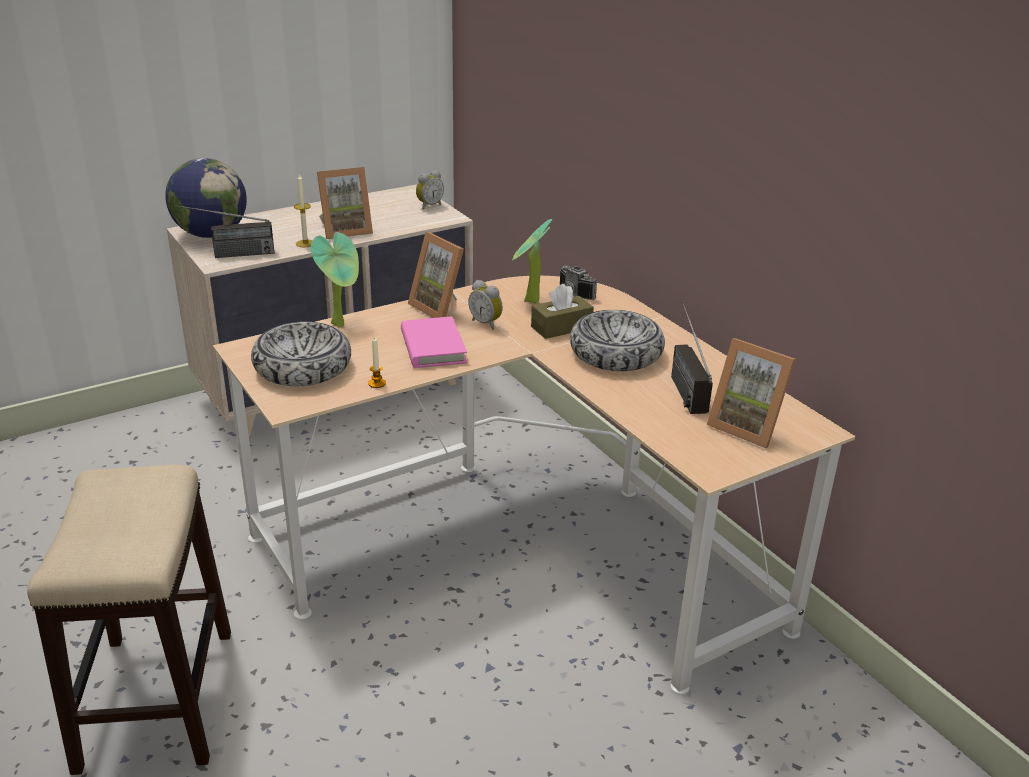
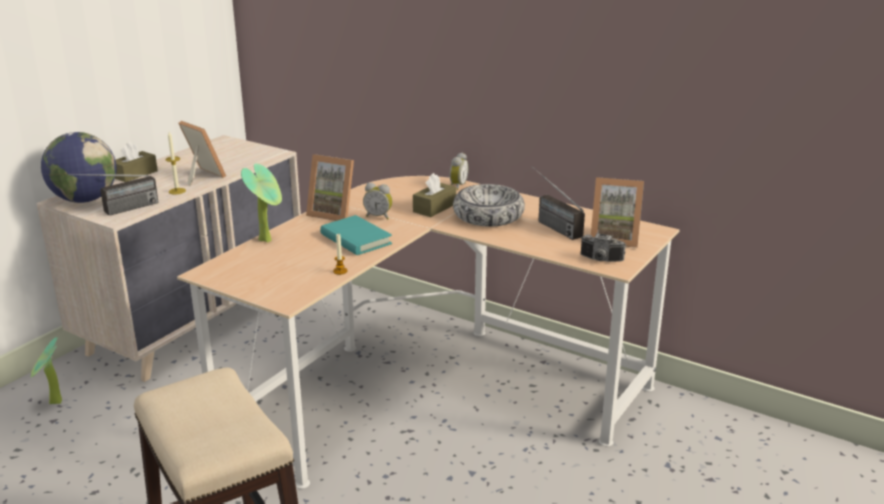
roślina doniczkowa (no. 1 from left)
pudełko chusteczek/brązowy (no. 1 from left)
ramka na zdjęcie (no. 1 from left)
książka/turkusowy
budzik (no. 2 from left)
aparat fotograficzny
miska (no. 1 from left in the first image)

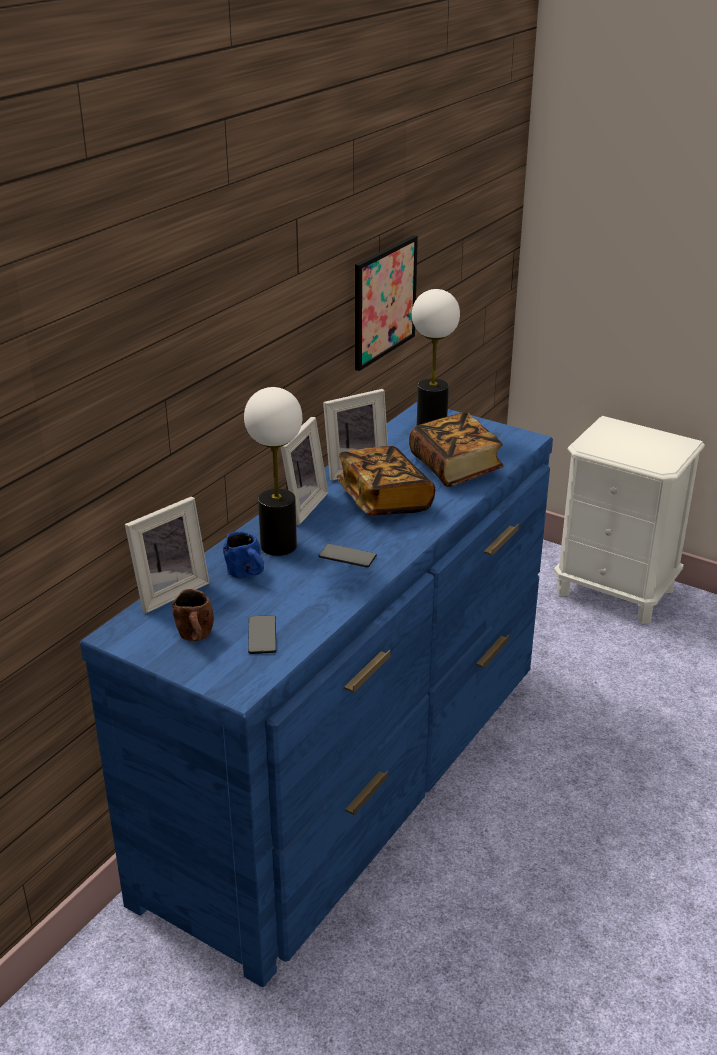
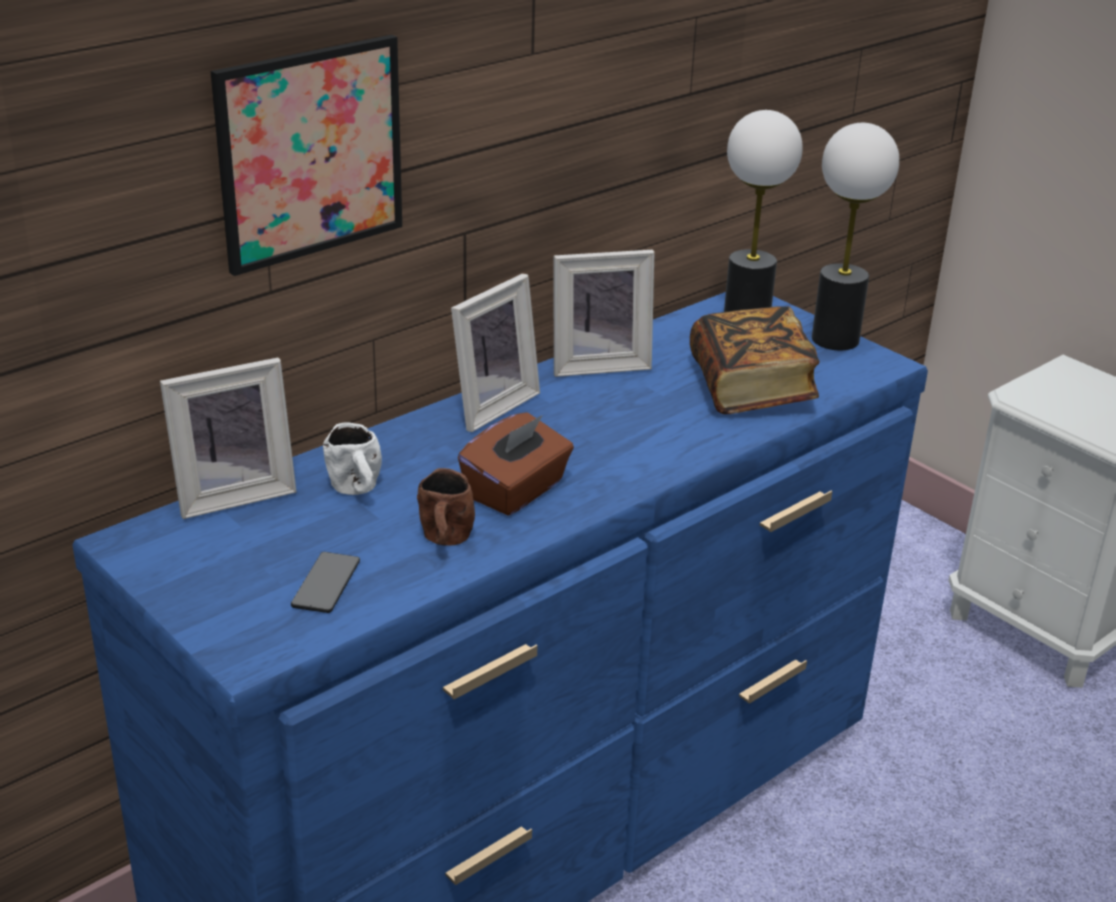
obraz
kubek/biały
kubek/brązowy
pudełko chusteczek/brązowy
lampa stołowa (no. 2 from left)
książka (no. 1 from left in the first image)

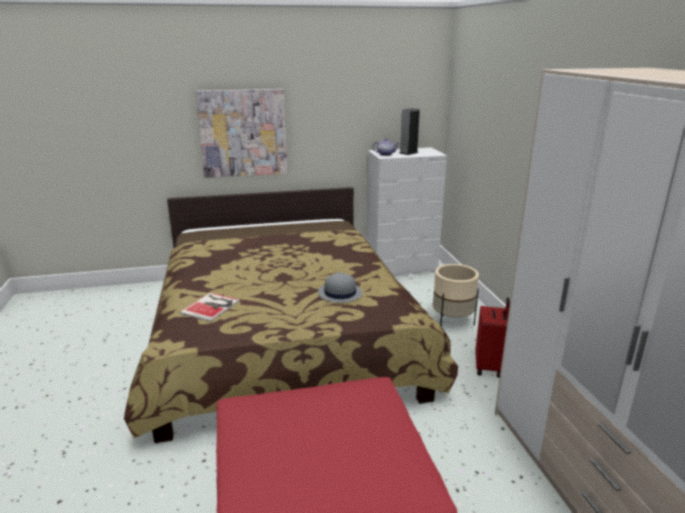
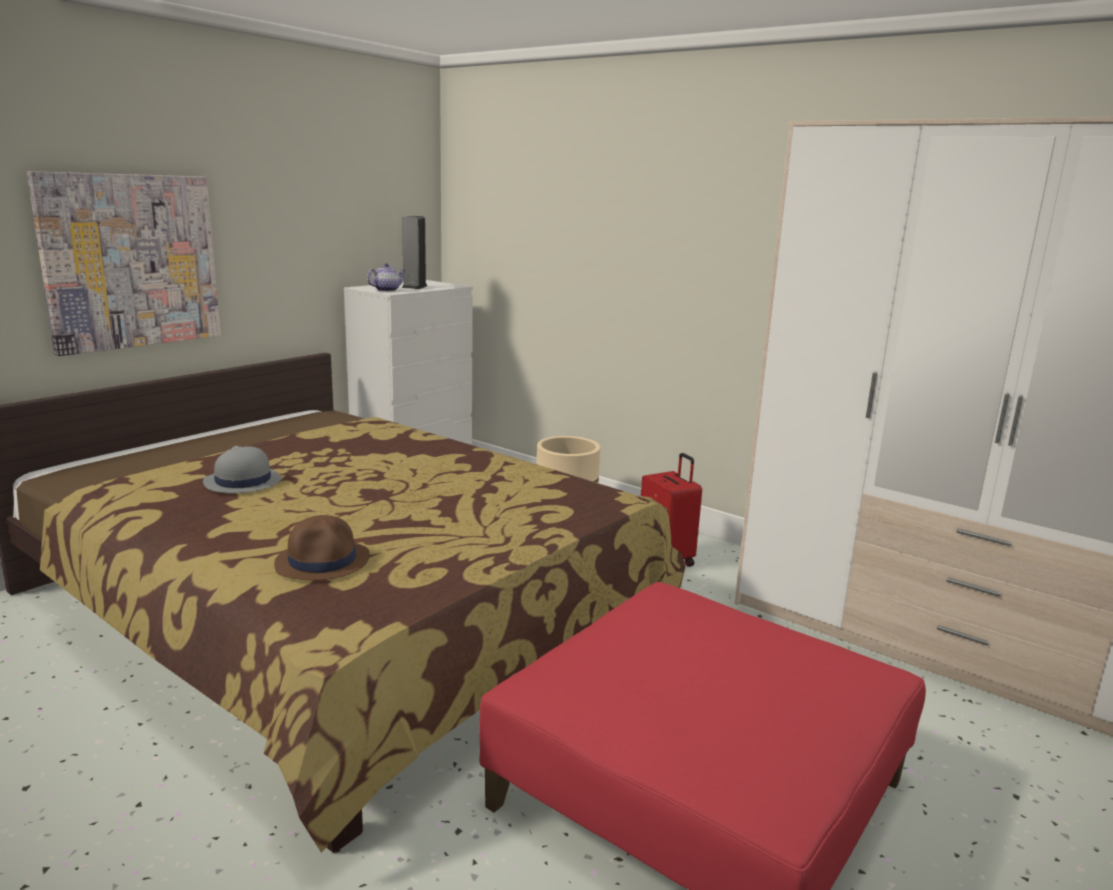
kapelusz/szary
kapelusz/brązowy

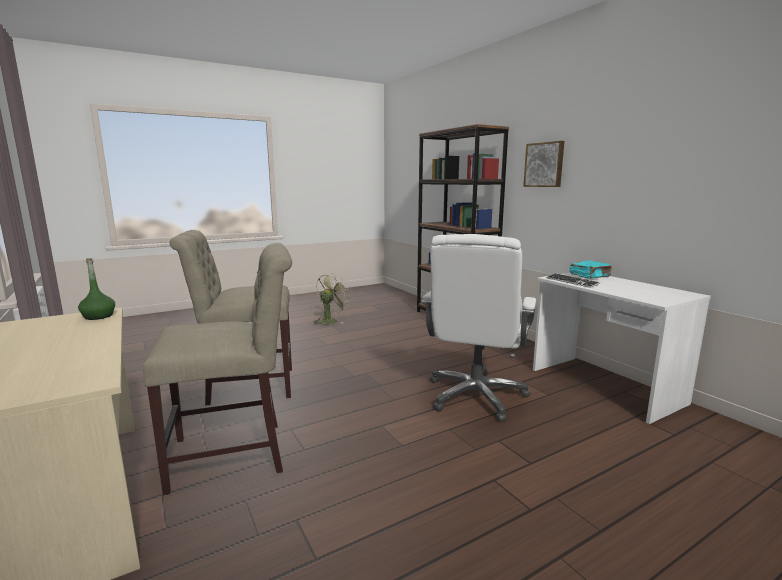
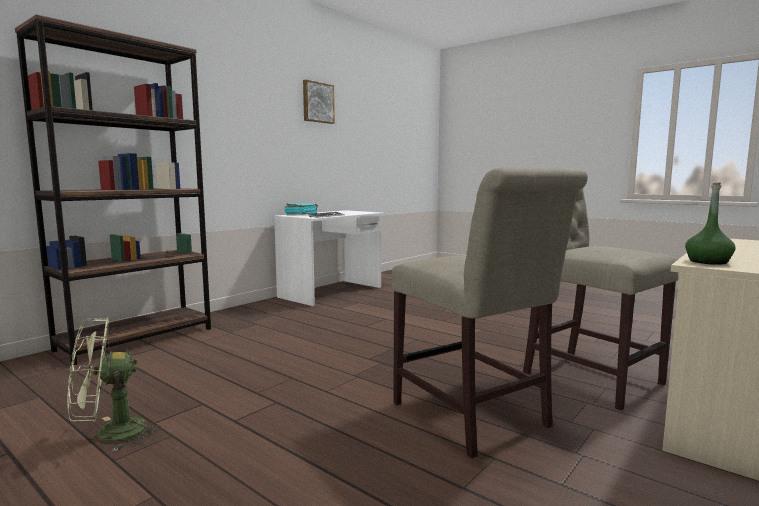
wentylator/zielony
obraz
krzesło biurowe/biały

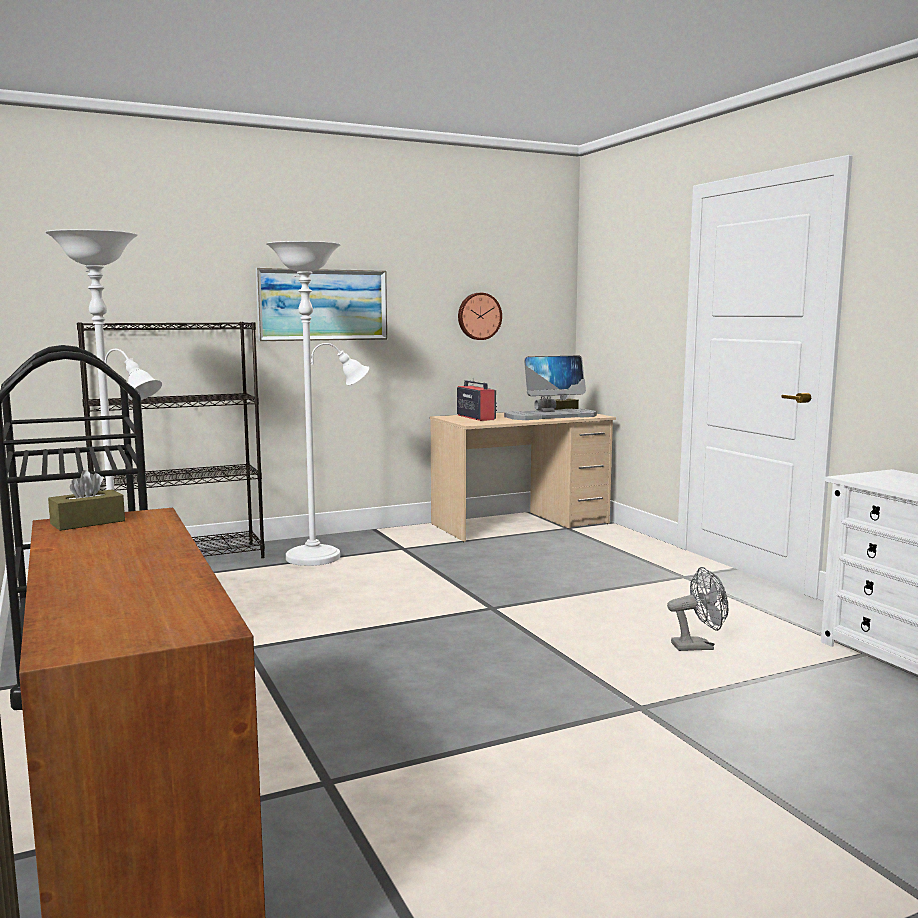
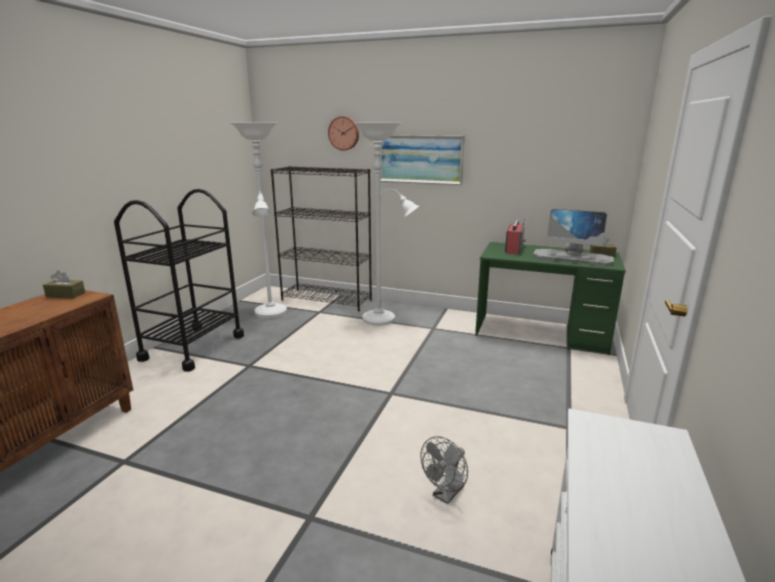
zegar ścienny
wentylator/szary
biurko/zielony

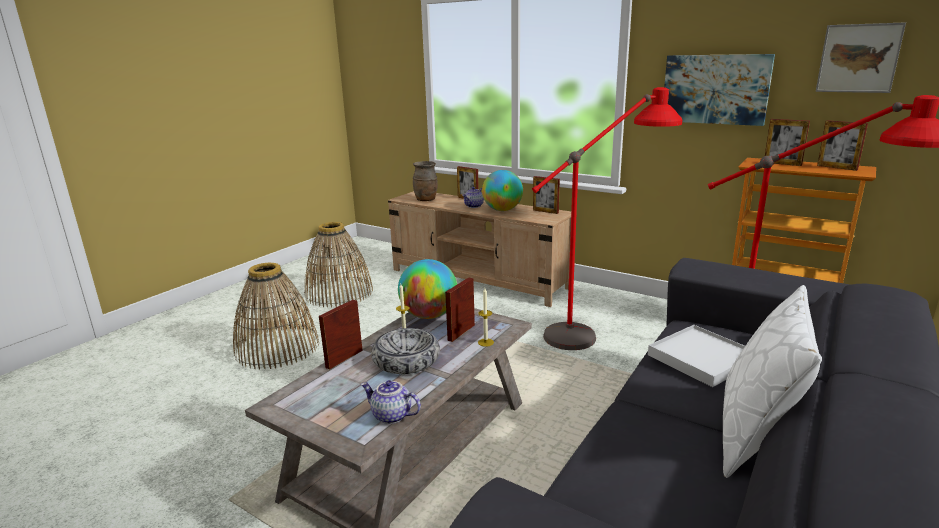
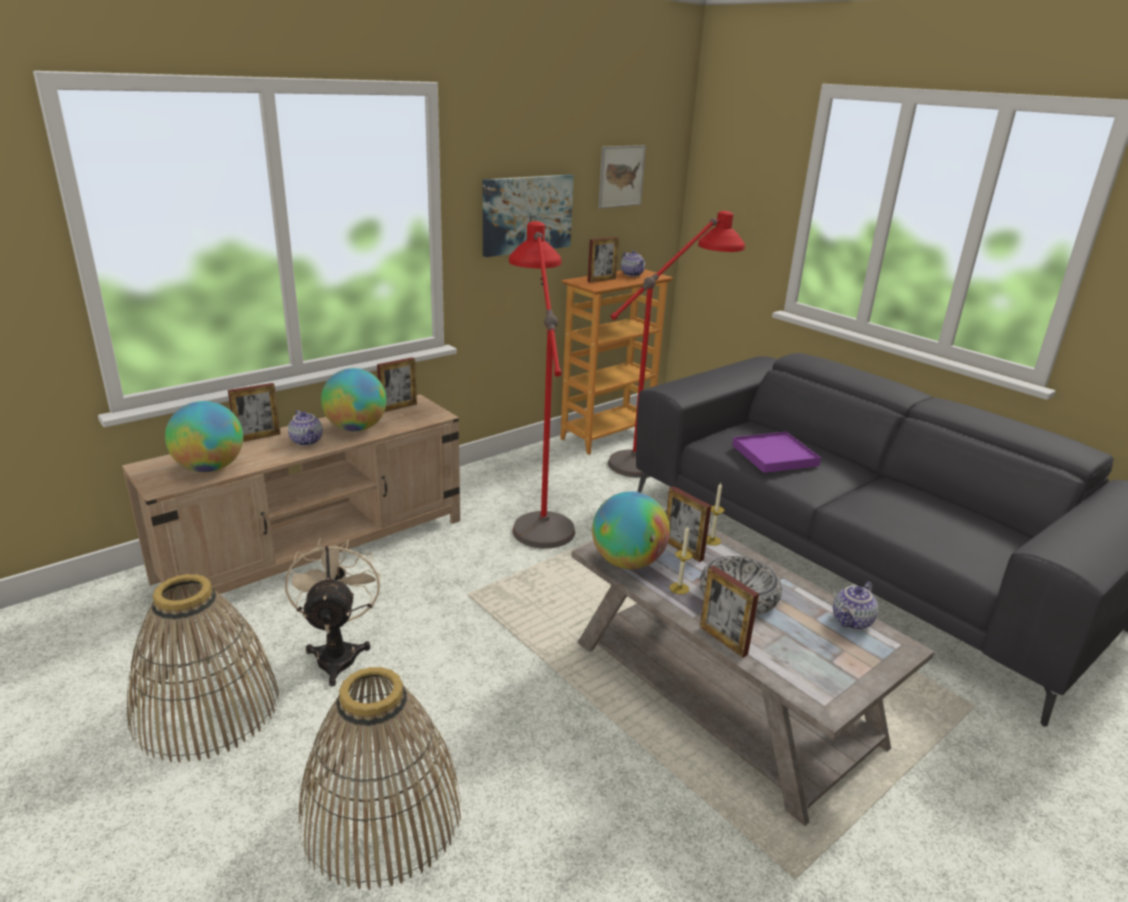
globus (no. 1 from left)
wentylator/beżowy
imbryk (no. 2 from left)
taca/fioletowy
poduszka/biały

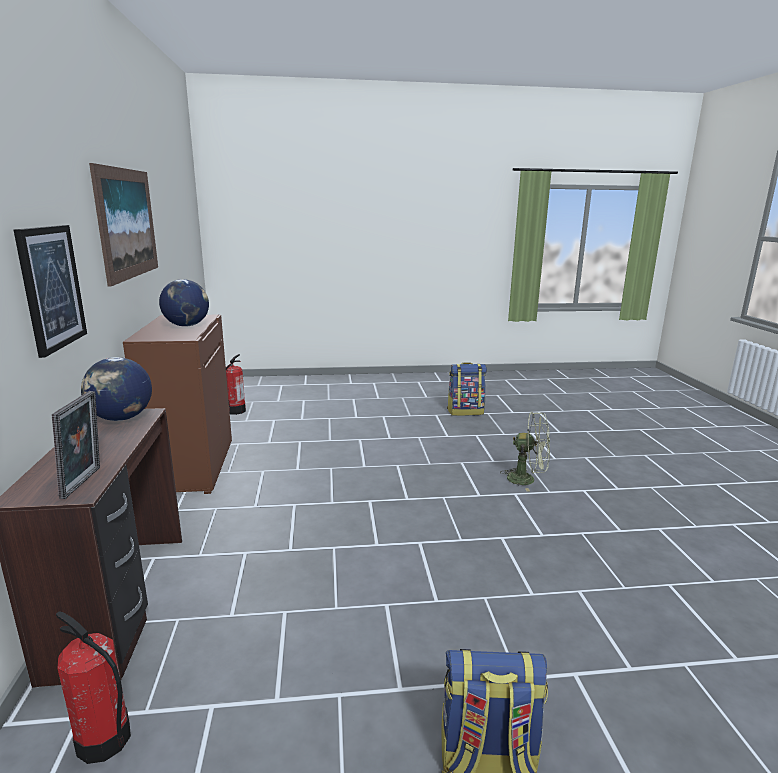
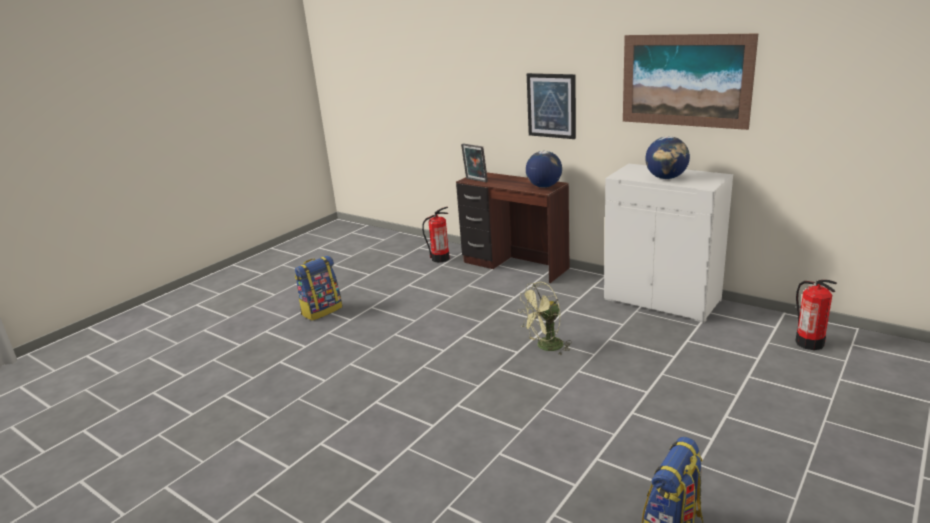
wentylator/zielony
szafka/biały

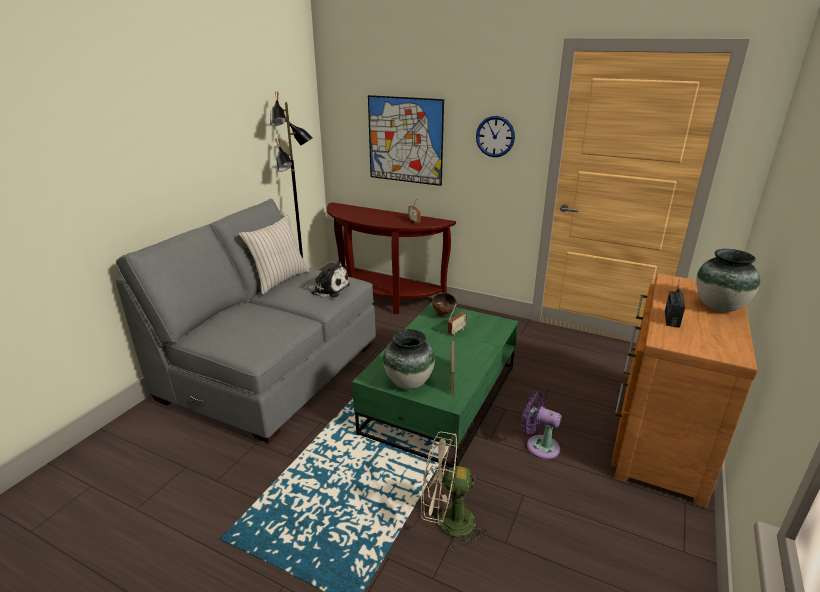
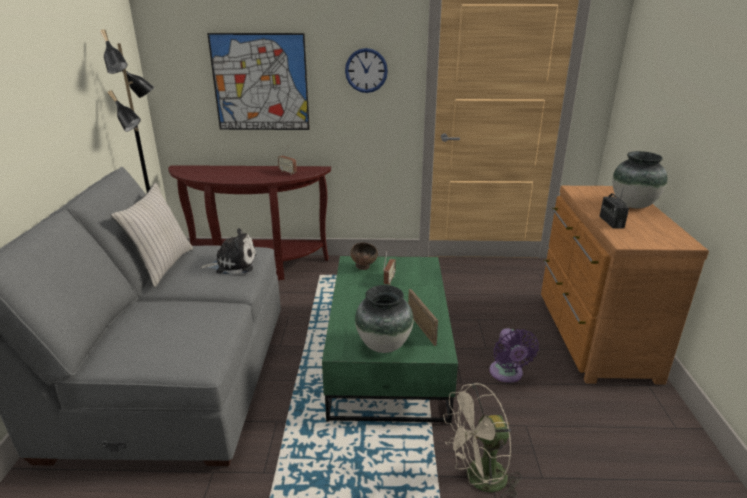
wentylator/fioletowy

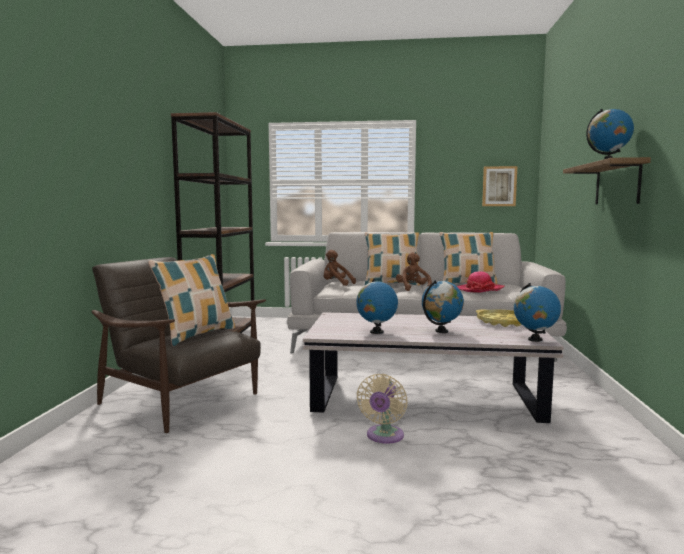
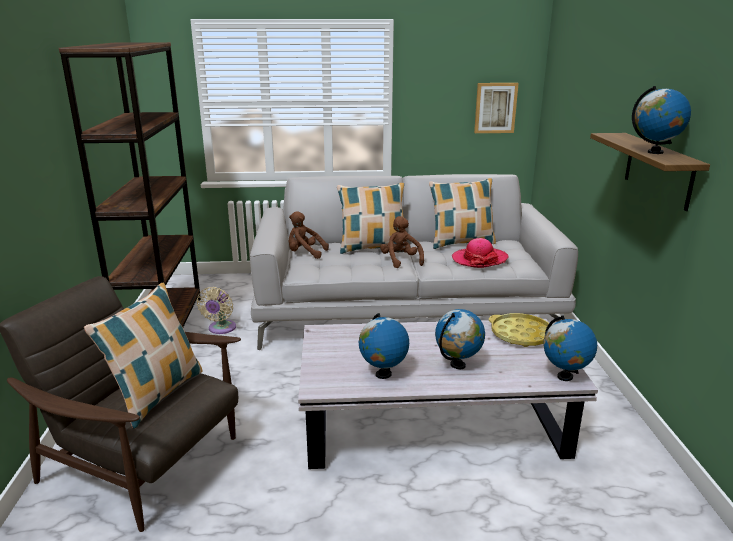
wentylator/beżowy

